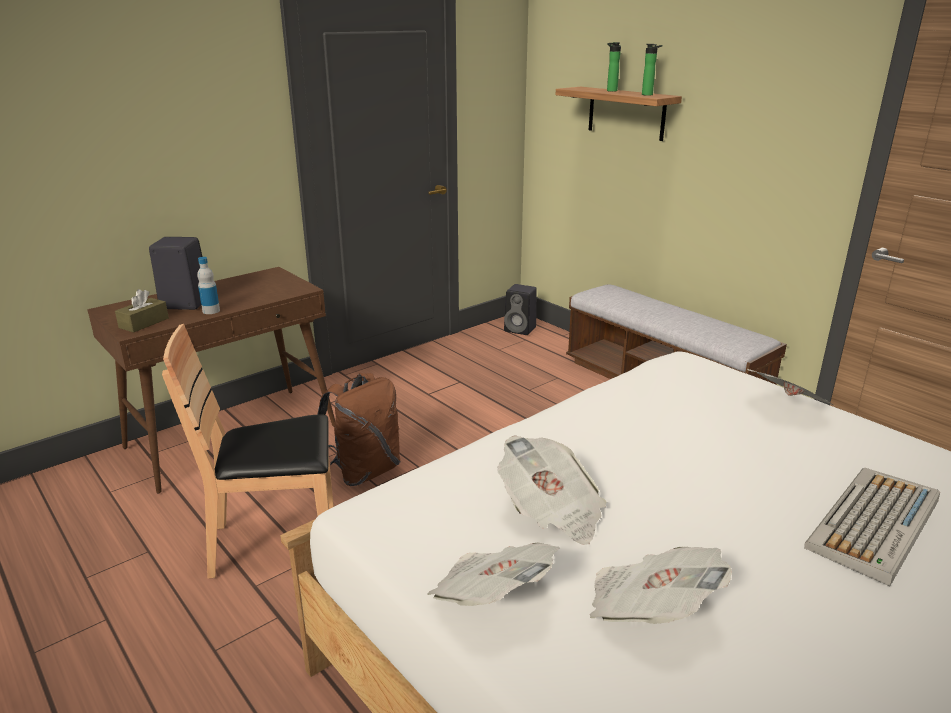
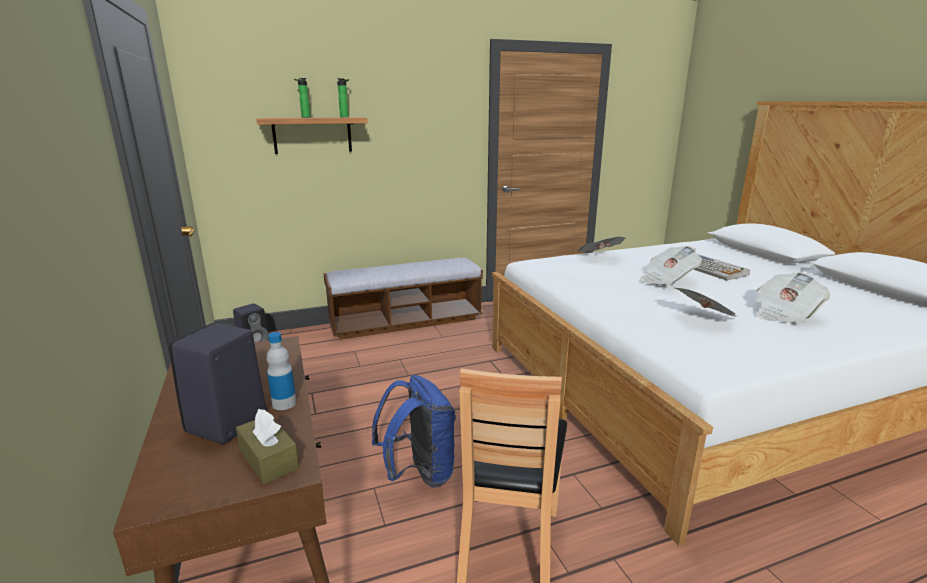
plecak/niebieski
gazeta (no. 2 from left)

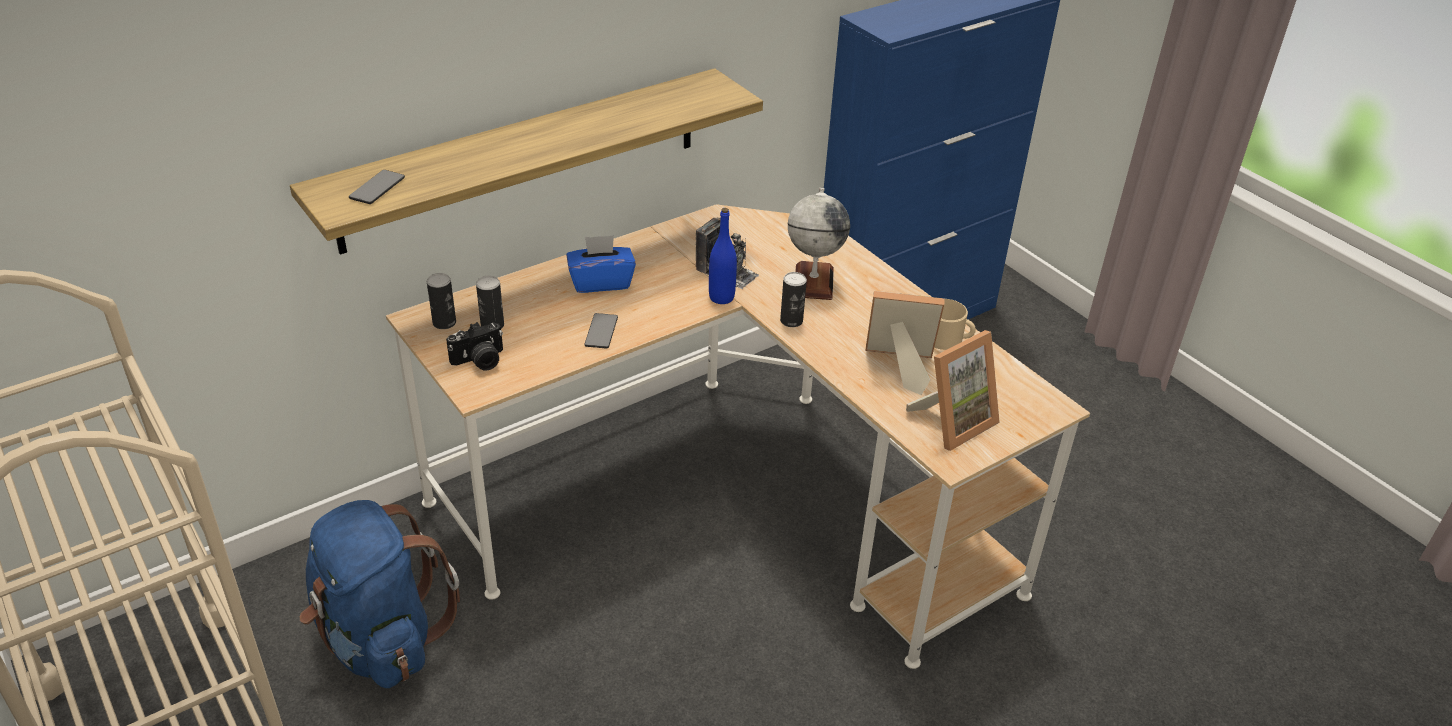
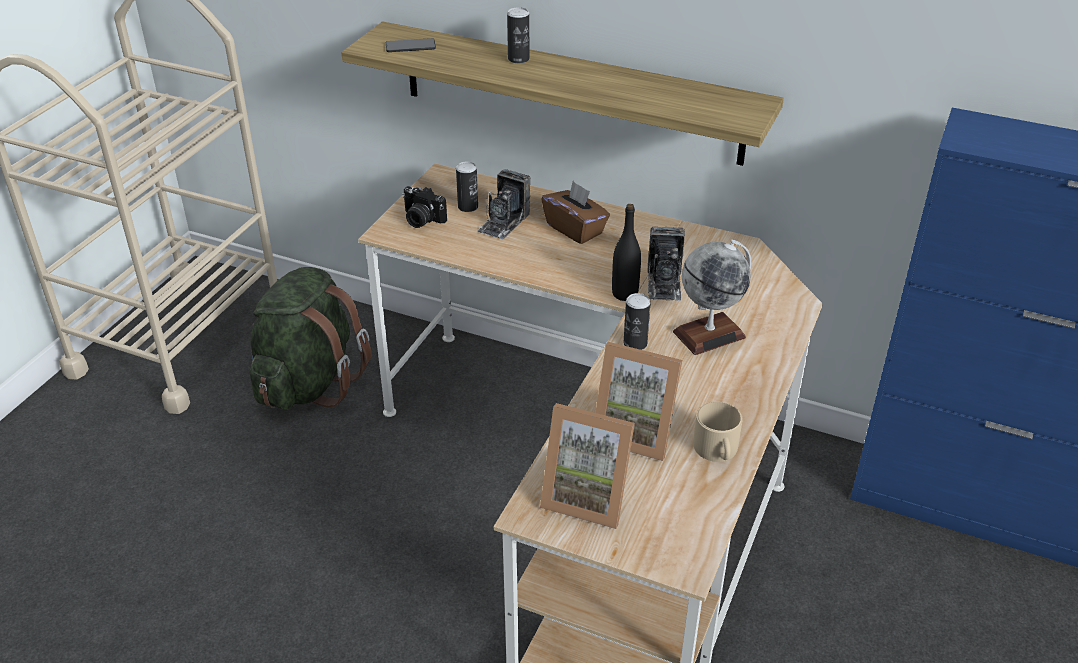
plecak/zielony
aparat fotograficzny (no. 2 from left)
puszka (no. 2 from left)
pudełko chusteczek/brązowy
ramka na zdjęcie (no. 2 from left)
butelka/czarny
telefon (no. 2 from left in the first image)

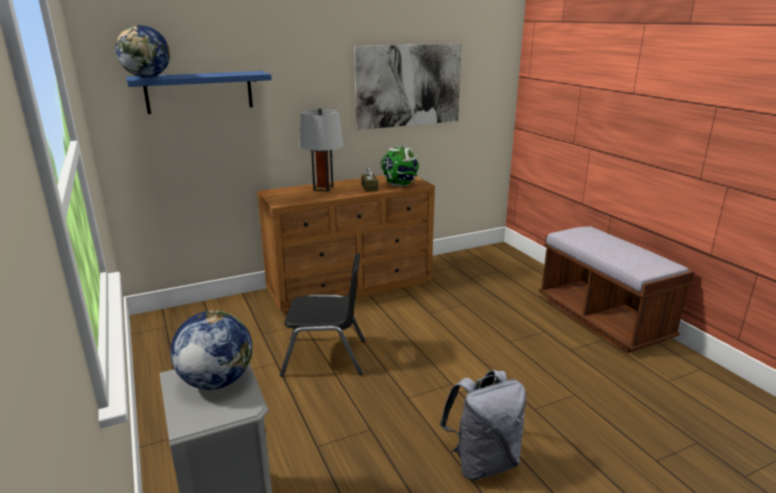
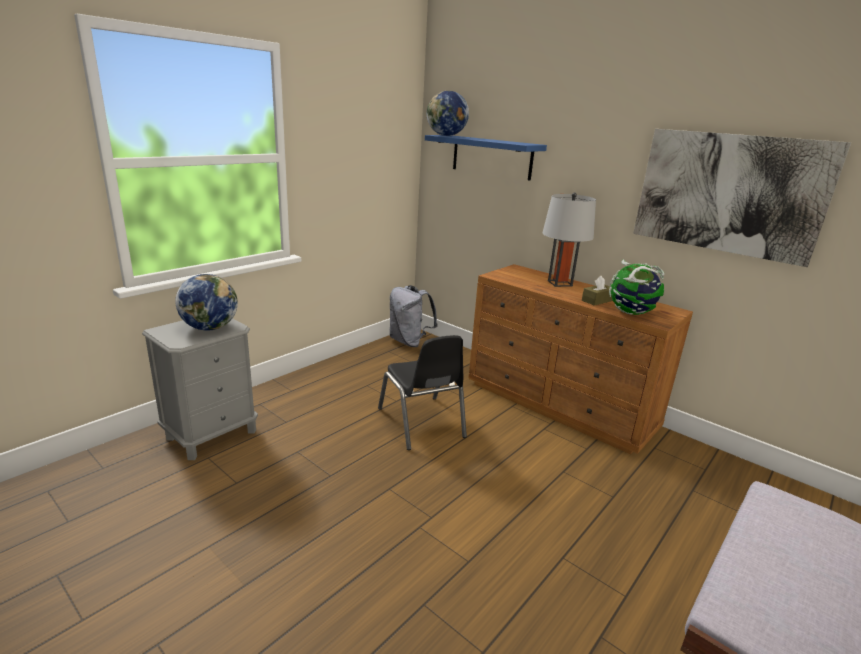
plecak/szary

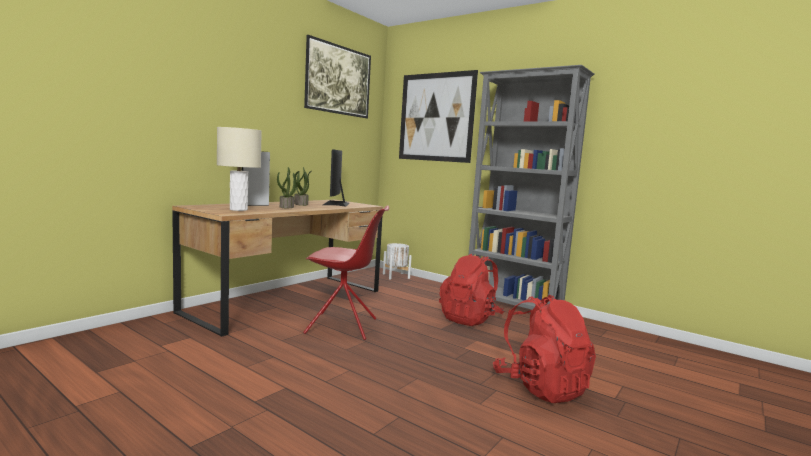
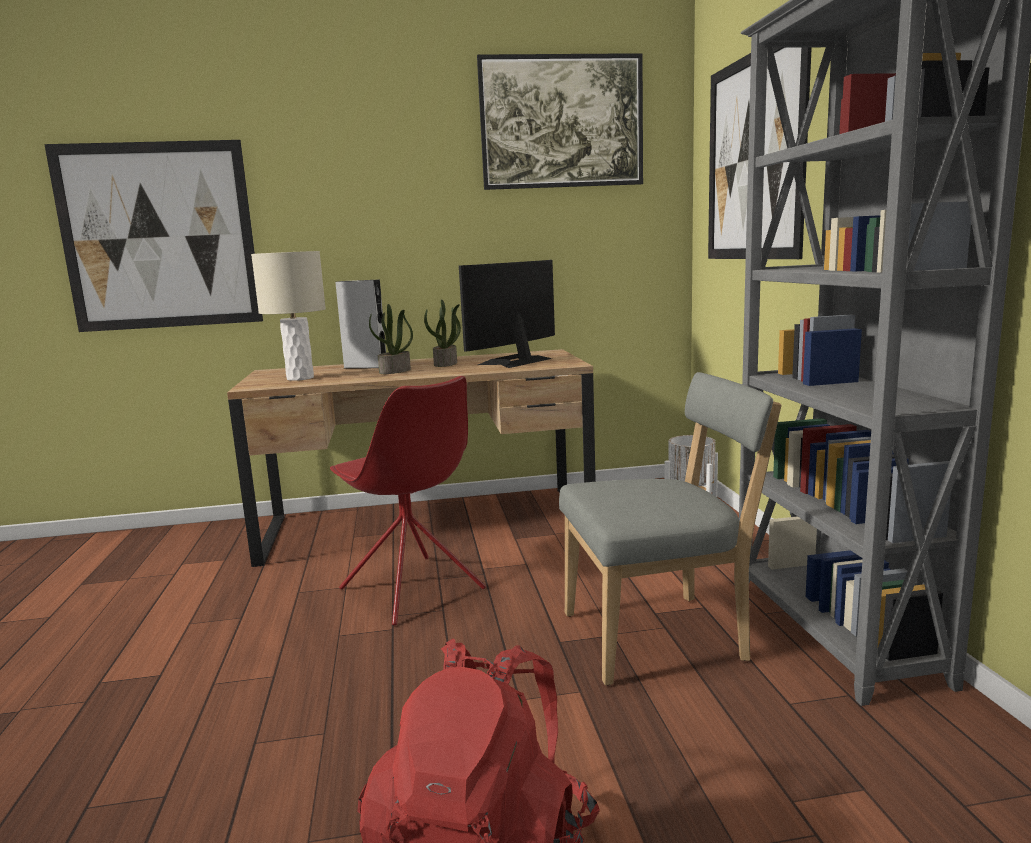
obraz (no. 1 from left)
krzesło/szary

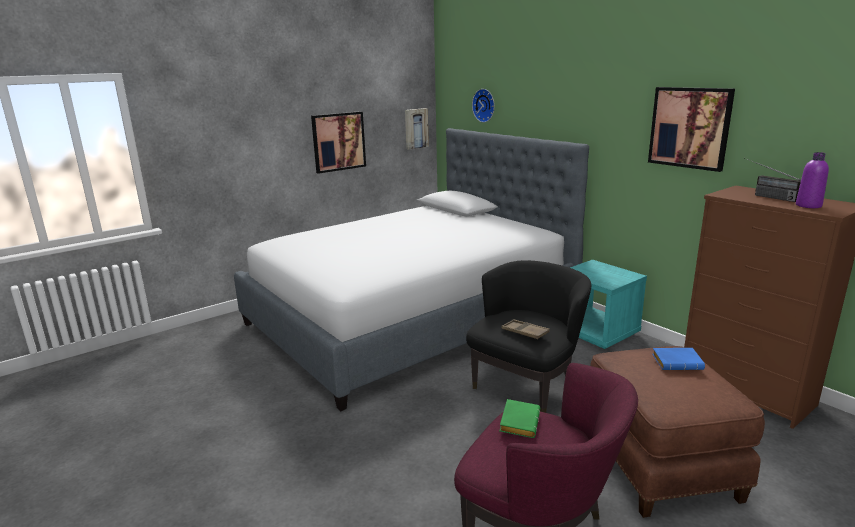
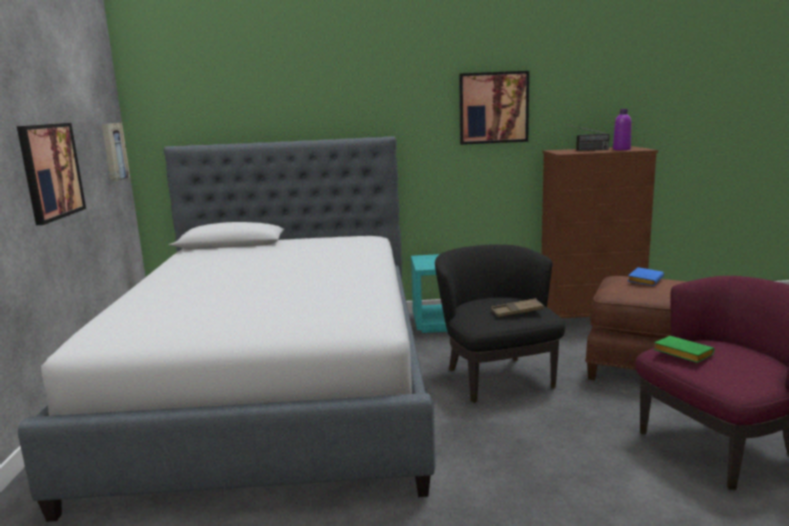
zegar ścienny

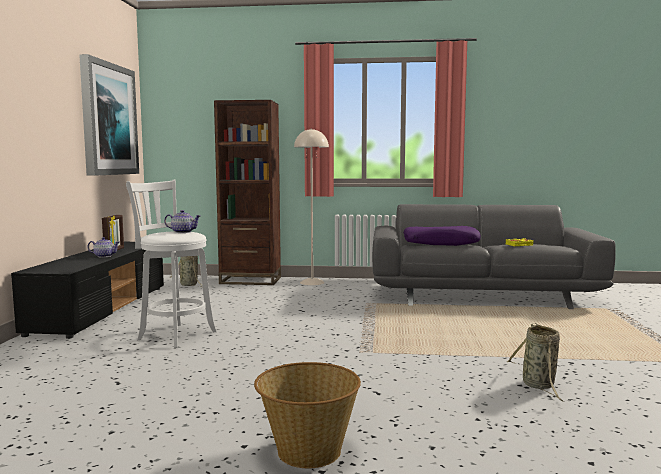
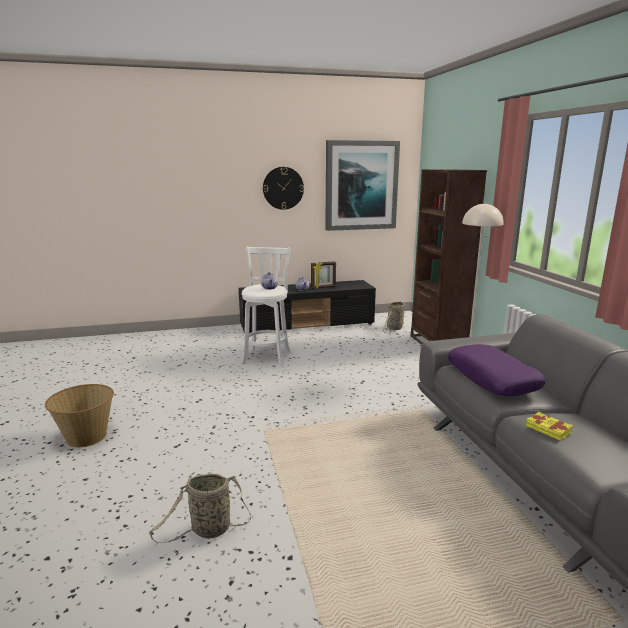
zegar ścienny

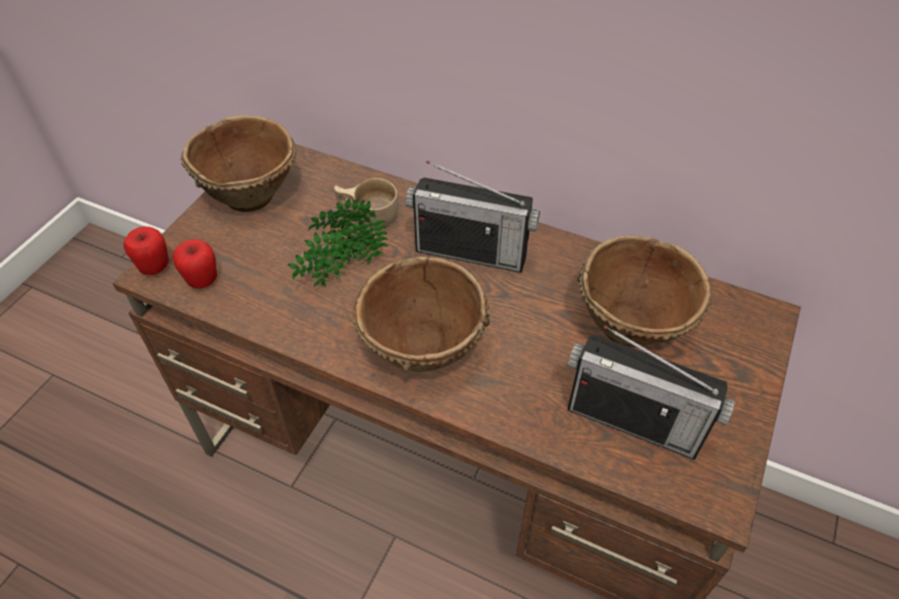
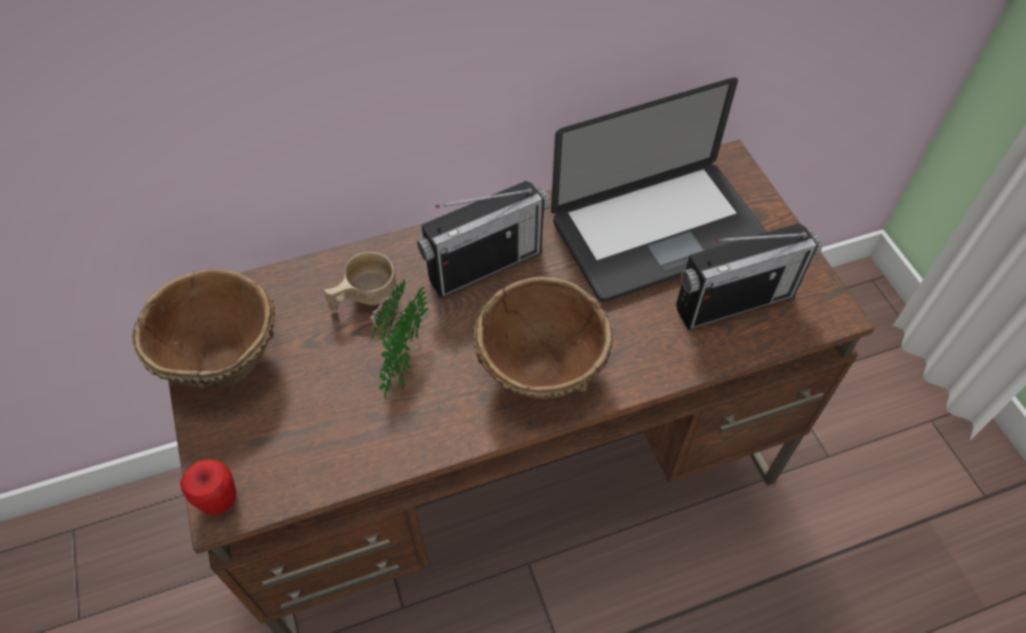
laptop
jabłko (no. 2 from left in the first image)

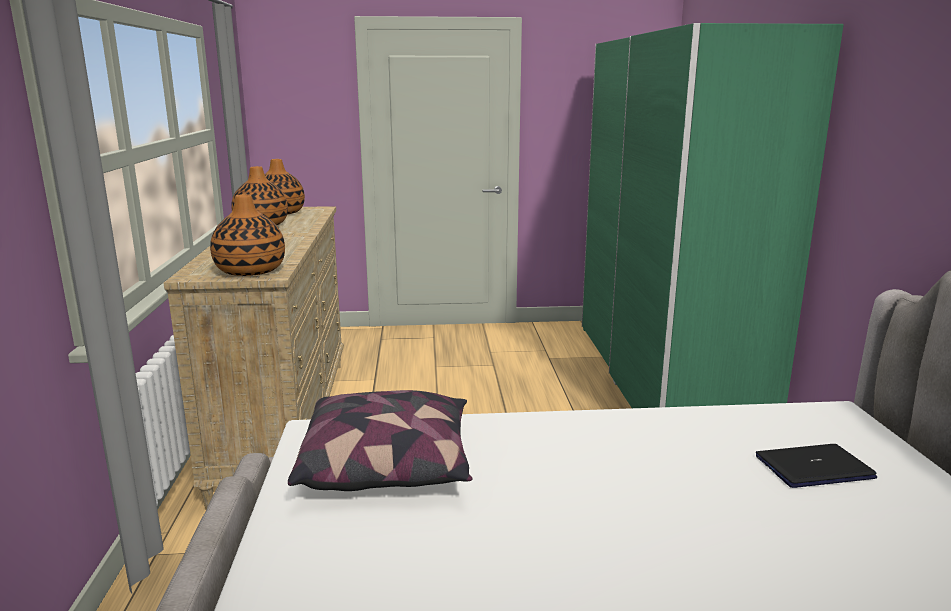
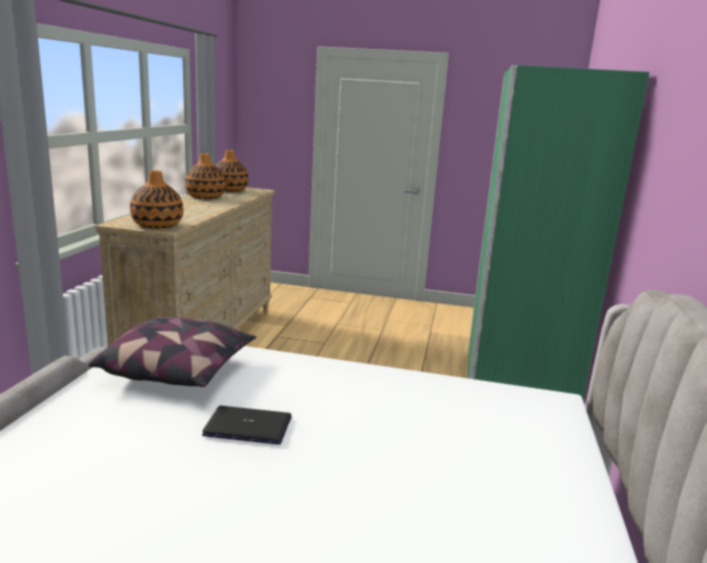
laptop

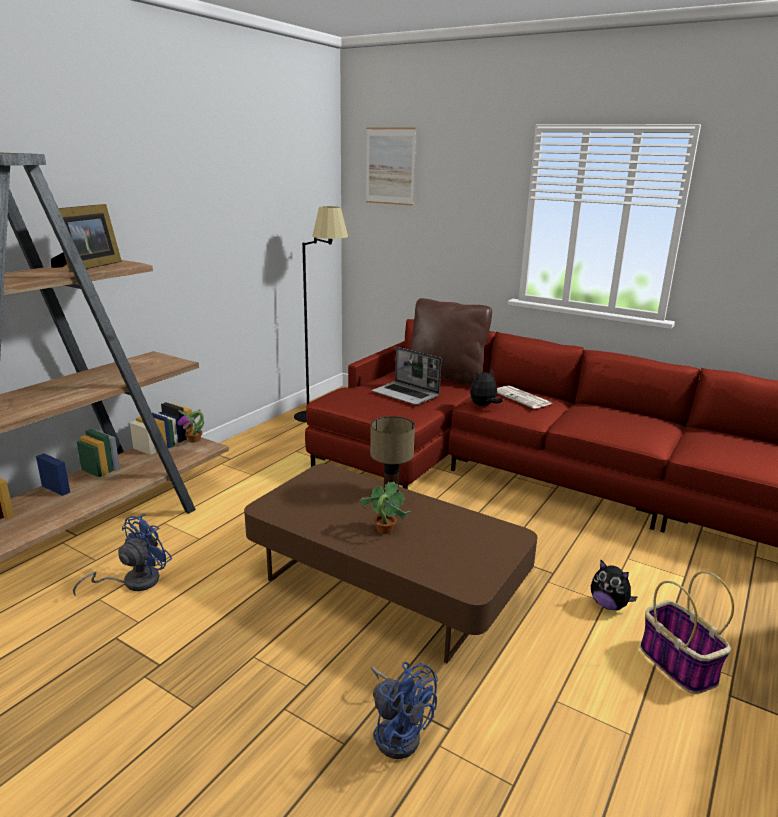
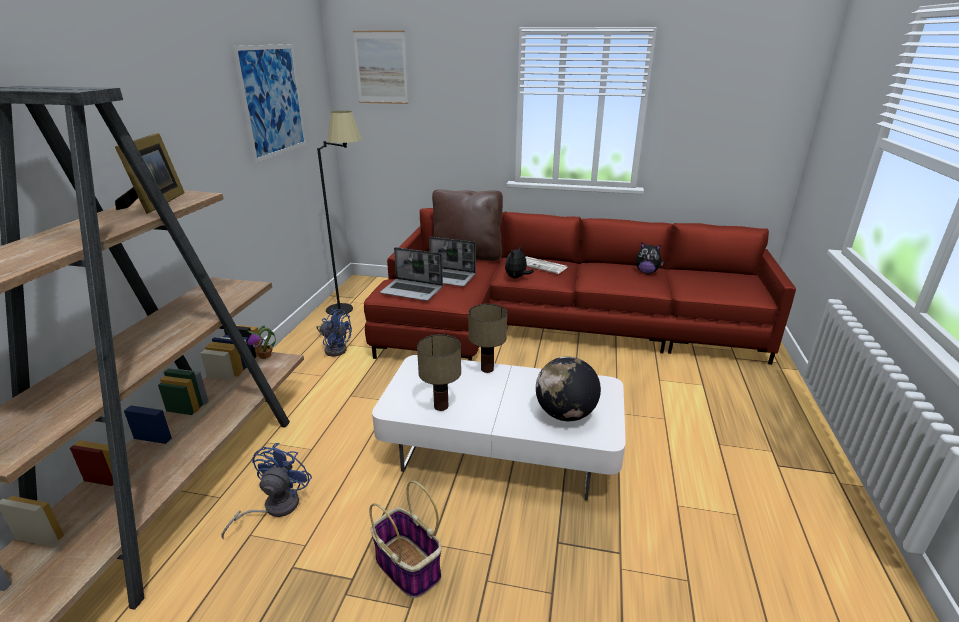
obraz (no. 1 from left)
wentylator/niebieski (no. 2 from left)
koszyk
ława/biały
laptop (no. 1 from left)
lampa stołowa (no. 1 from left)
globus
pluszak (no. 2 from left)
roślina doniczkowa (no. 2 from left in the first image)

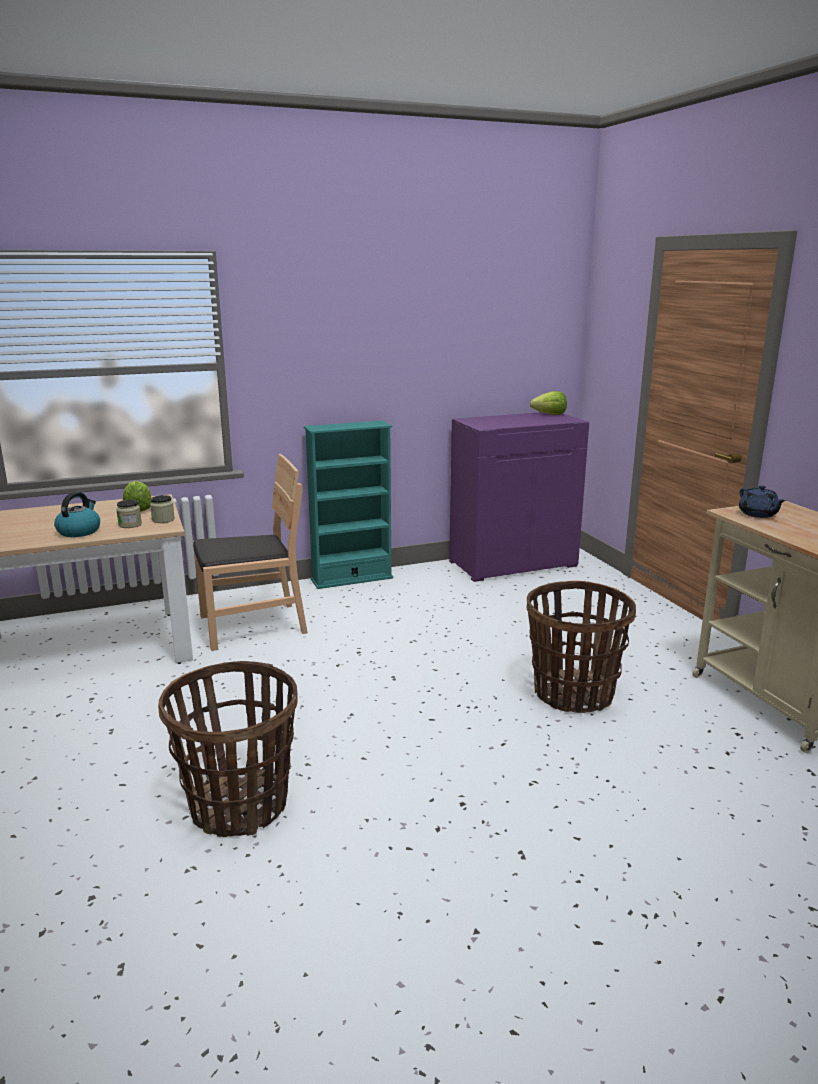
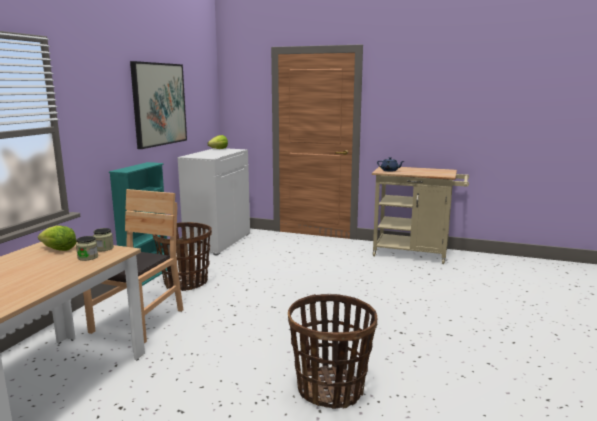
obraz
koszyk (no. 1 from left)
szafka/biały
czajnik

